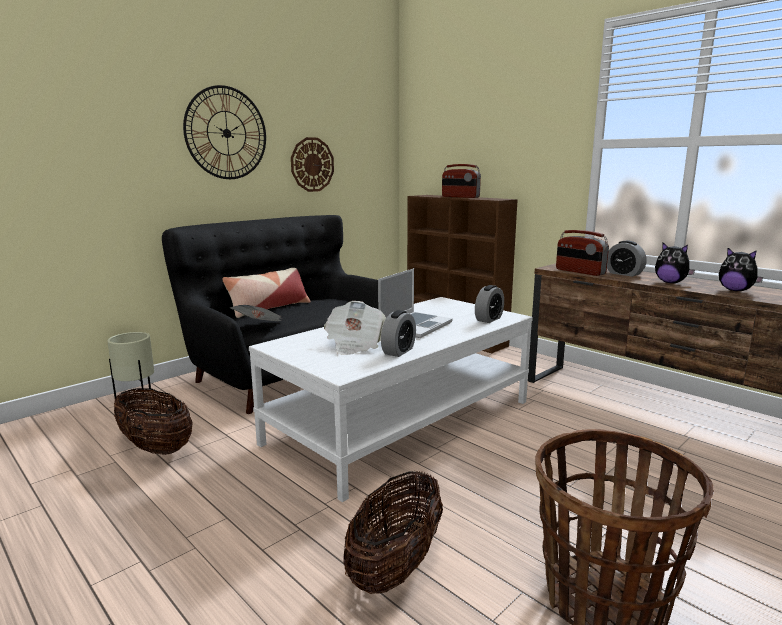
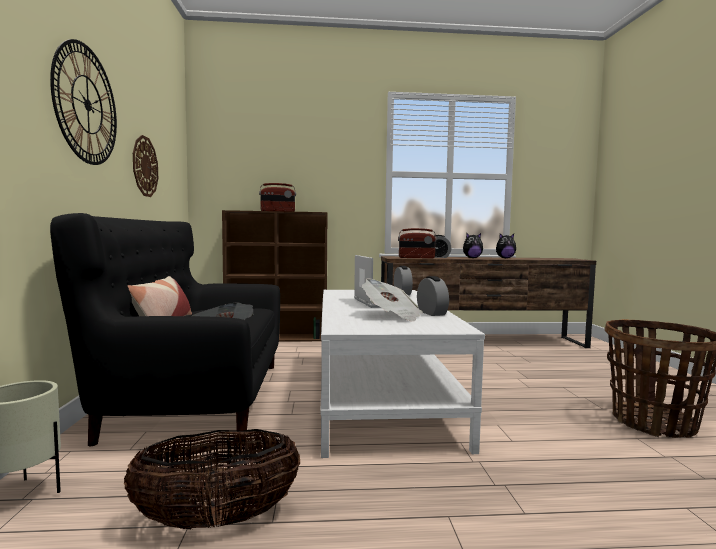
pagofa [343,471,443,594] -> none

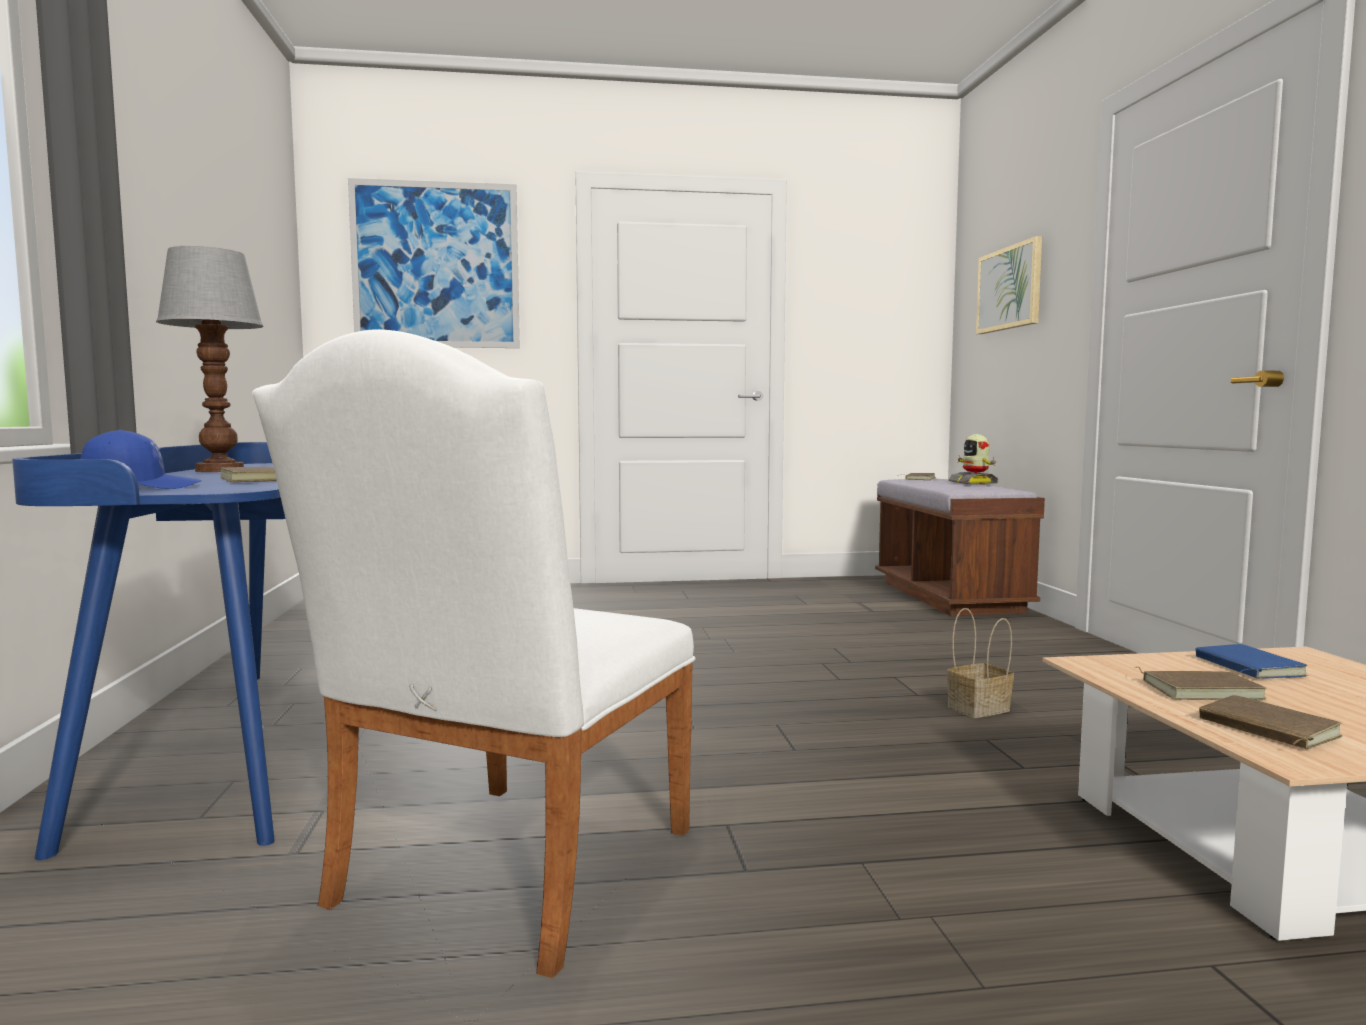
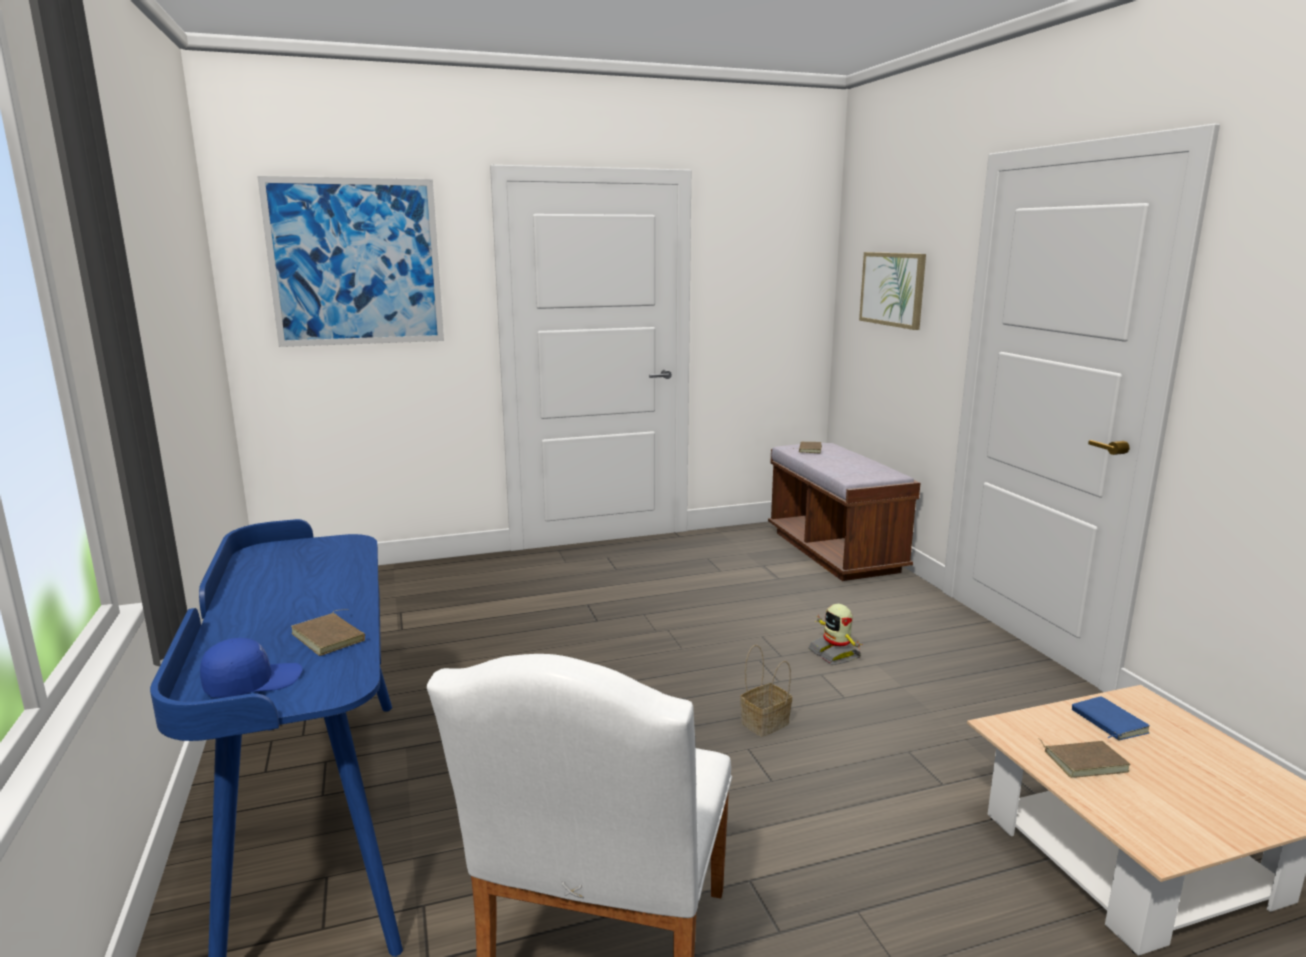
pagofa [947,608,1014,718] -> pagofa [740,645,792,737], relocated
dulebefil [949,434,998,485] -> dulebefil [808,604,863,665], relocated
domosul [156,246,264,472] -> none
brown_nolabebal [1199,695,1343,750] -> none

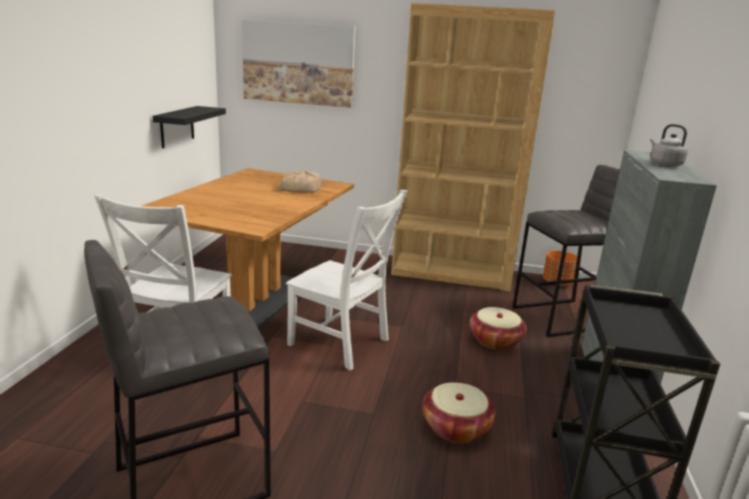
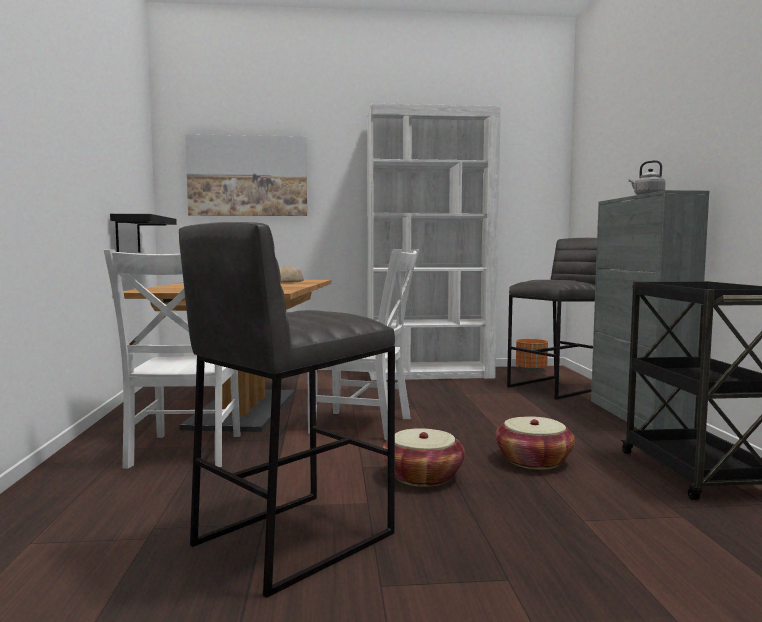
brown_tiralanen [391,3,555,292] -> white_tiralanen [367,103,501,380]
pagofa [470,307,527,350] -> pagofa [382,428,465,487], relocated

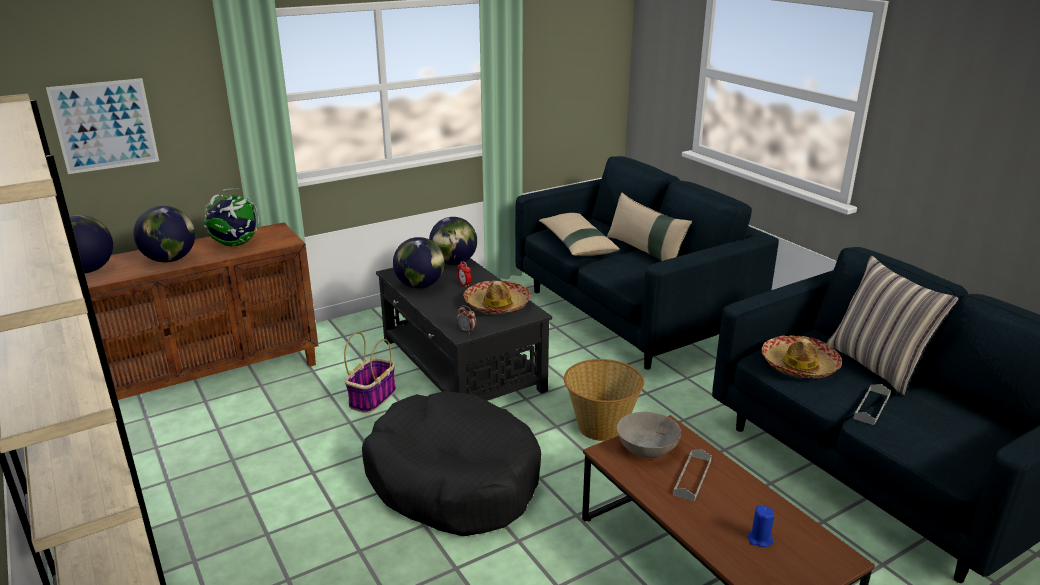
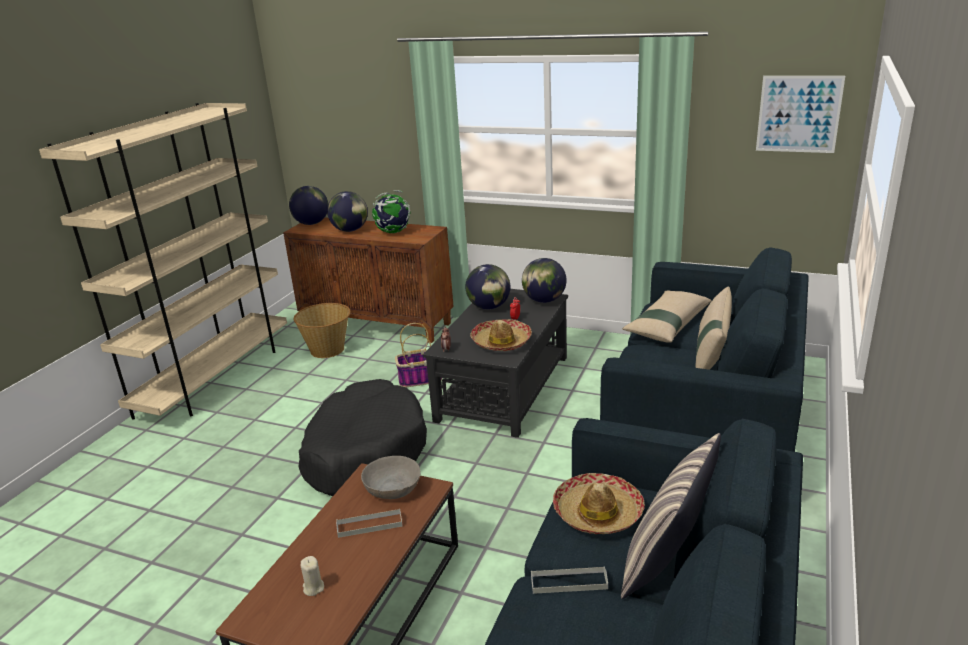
pagofa [564,359,644,441] -> pagofa [294,303,351,358], relocated
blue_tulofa [747,505,775,547] -> beige_tulofa [300,556,324,596]
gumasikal [46,78,159,174] -> gumasikal [756,76,845,153], relocated

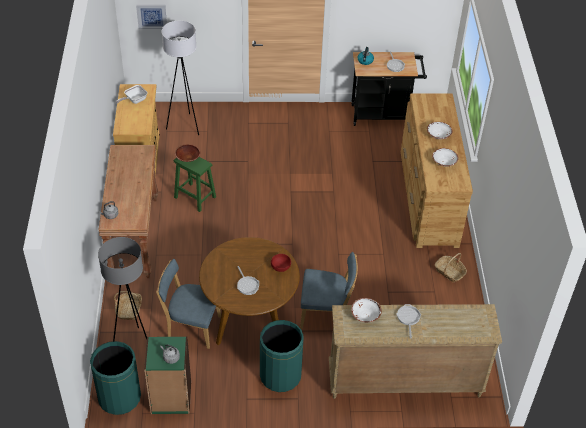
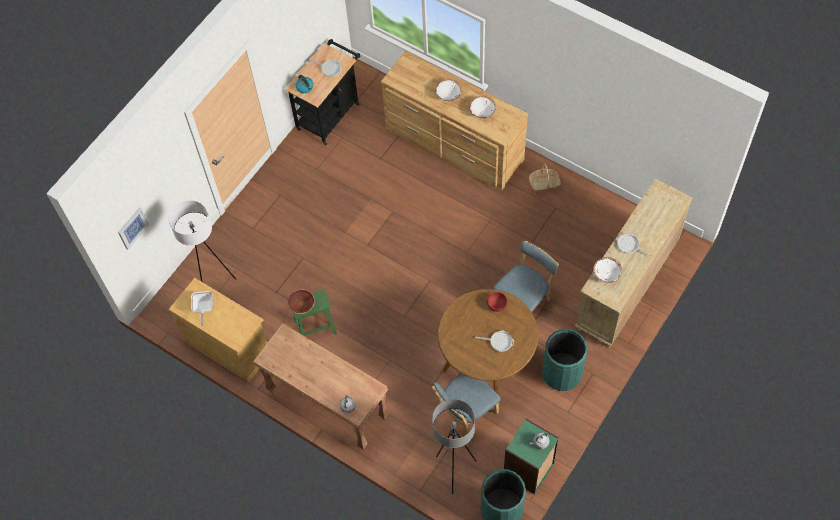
pagofa [114,291,142,320] -> none

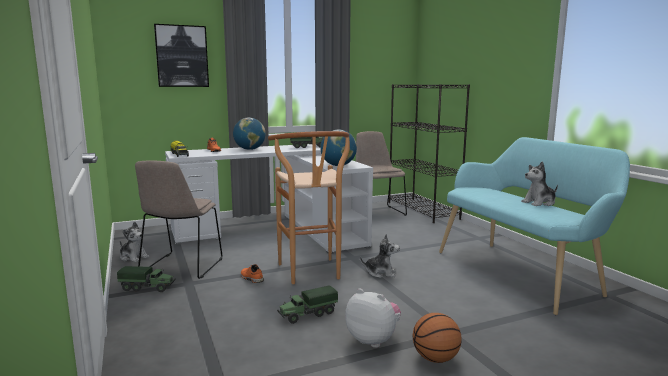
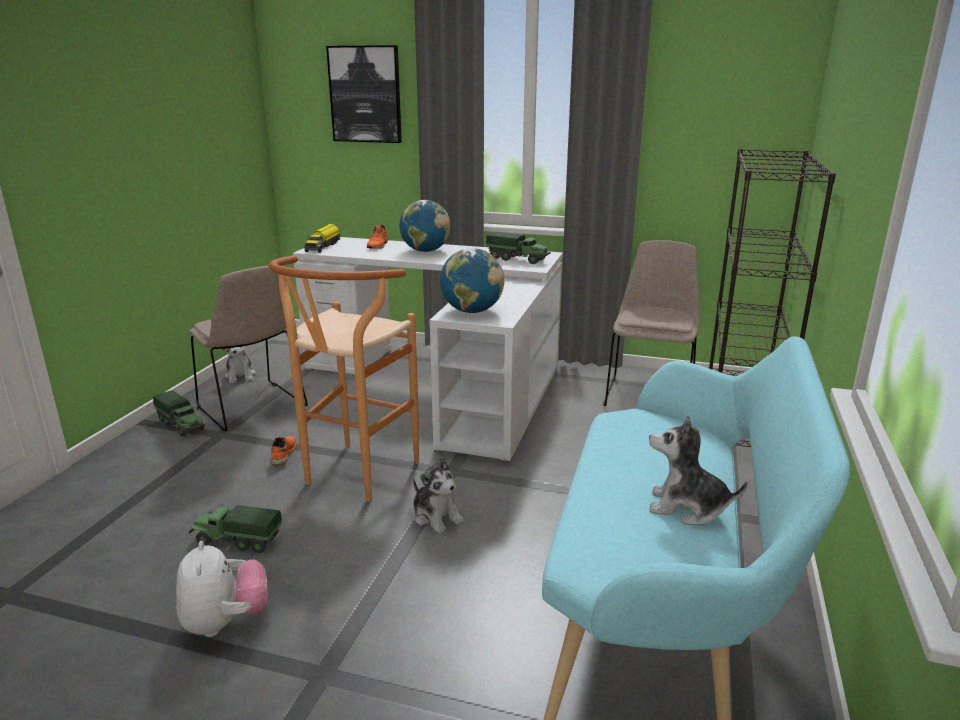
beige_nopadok [135,160,222,279] -> beige_nopadok [189,266,308,432], 90 degrees counterclockwise
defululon [413,313,462,363] -> none

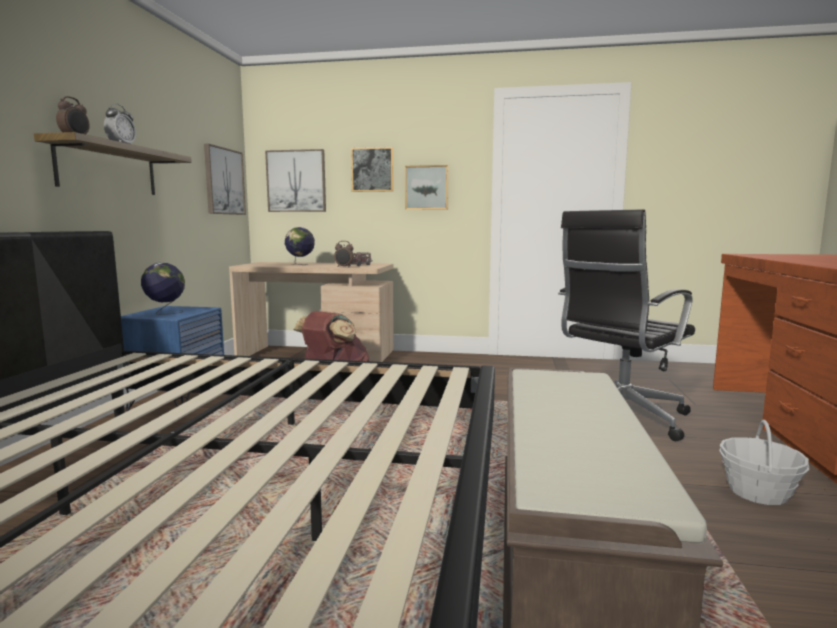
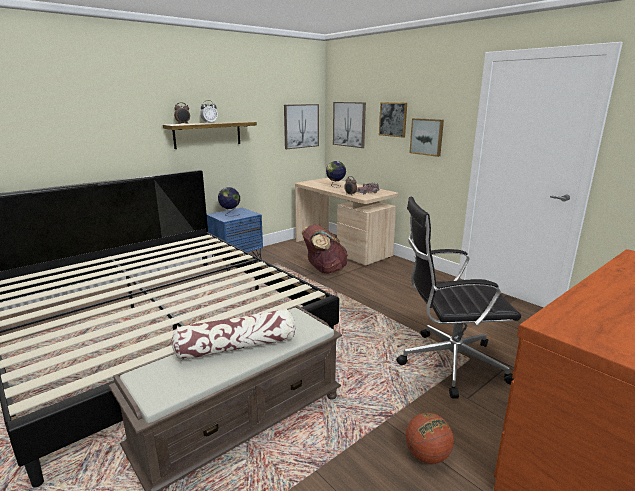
none -> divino [172,309,296,361]
pagofa [719,420,809,505] -> defululon [406,413,454,464]

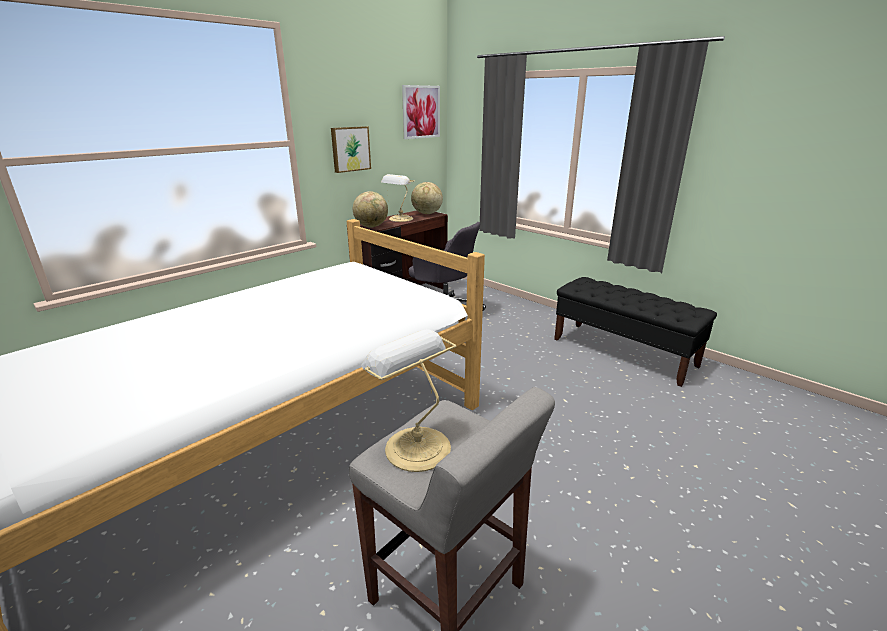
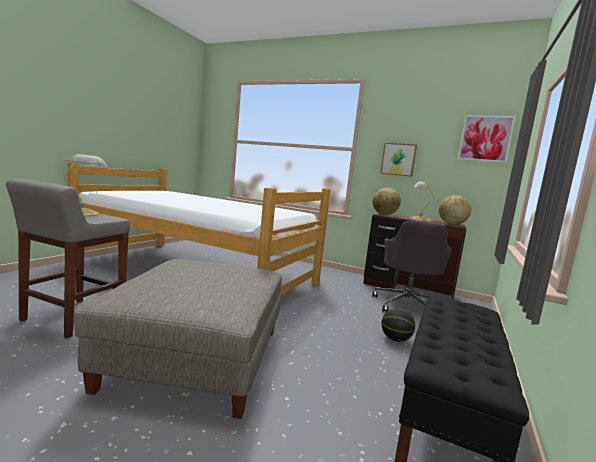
none -> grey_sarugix [74,259,282,419]
none -> defululon [381,308,415,342]

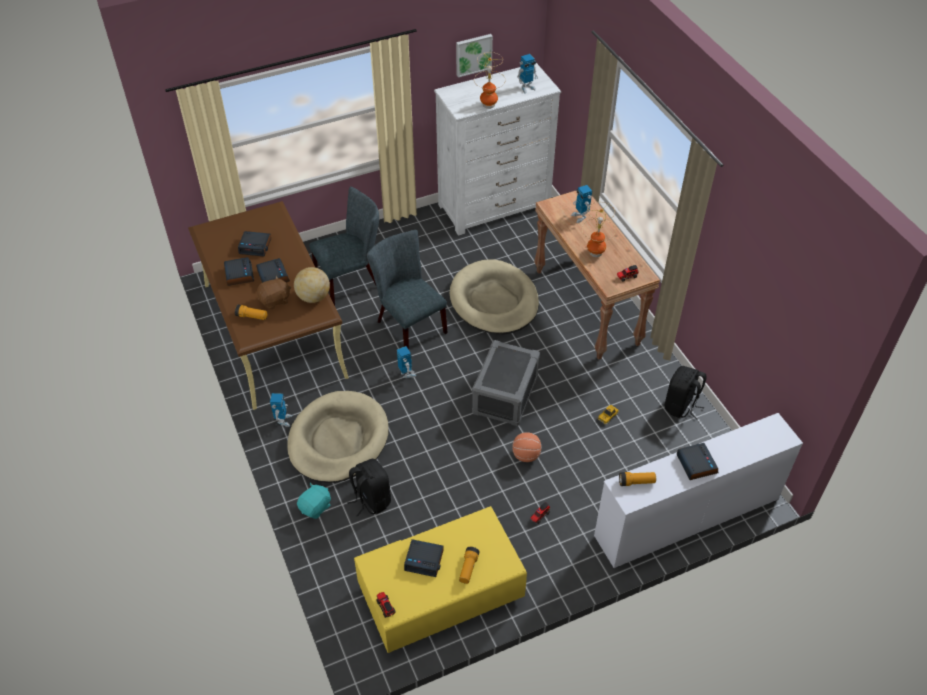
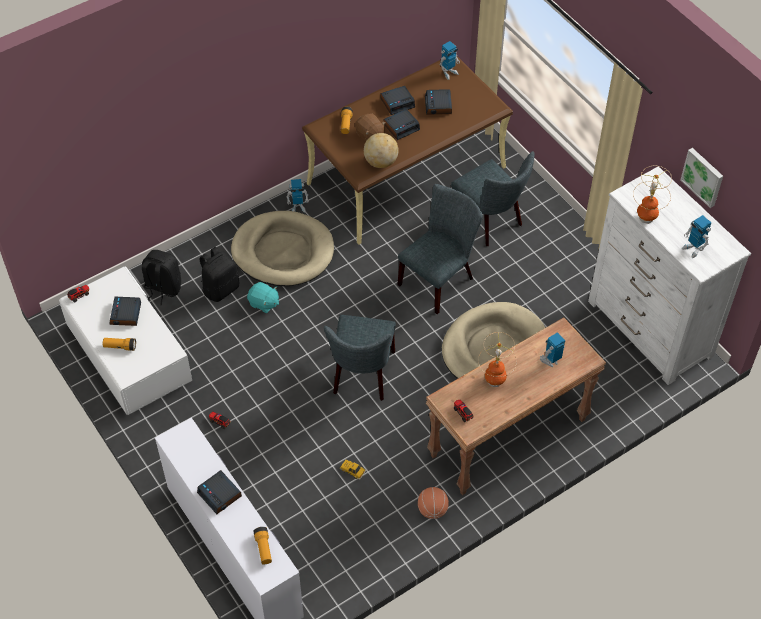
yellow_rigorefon [354,506,527,653] -> white_rigorefon [59,267,192,415]
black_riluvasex [665,366,707,420] -> black_riluvasex [142,250,181,306], relocated
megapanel [677,443,718,480] -> megapanel [197,470,242,514], 75 degrees clockwise
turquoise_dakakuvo [297,483,331,519] -> turquoise_dakakuvo [247,282,279,313], relocated
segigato [619,472,656,486] -> segigato [253,527,272,565], relocated
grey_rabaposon [472,340,540,426] -> grey_nopadok [324,315,396,401]
defululon [512,432,541,462] -> defululon [418,487,449,519], relocated
dulebefil [397,346,417,378] -> dulebefil [439,41,460,80], relocated

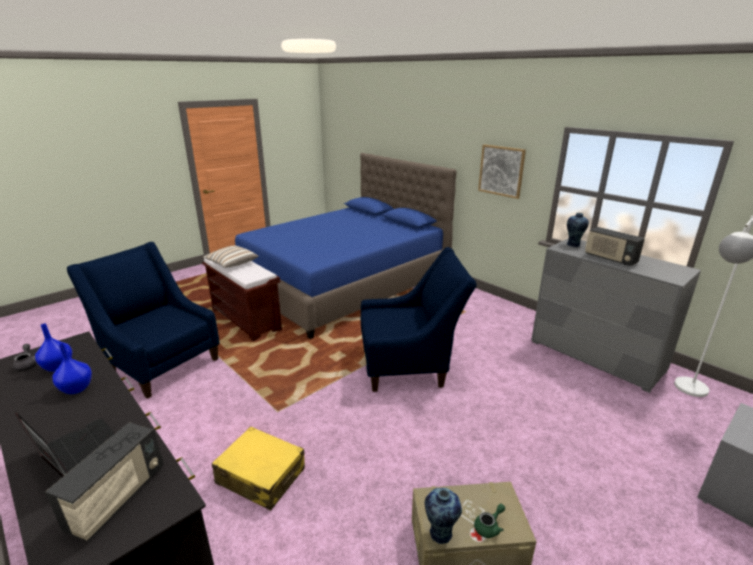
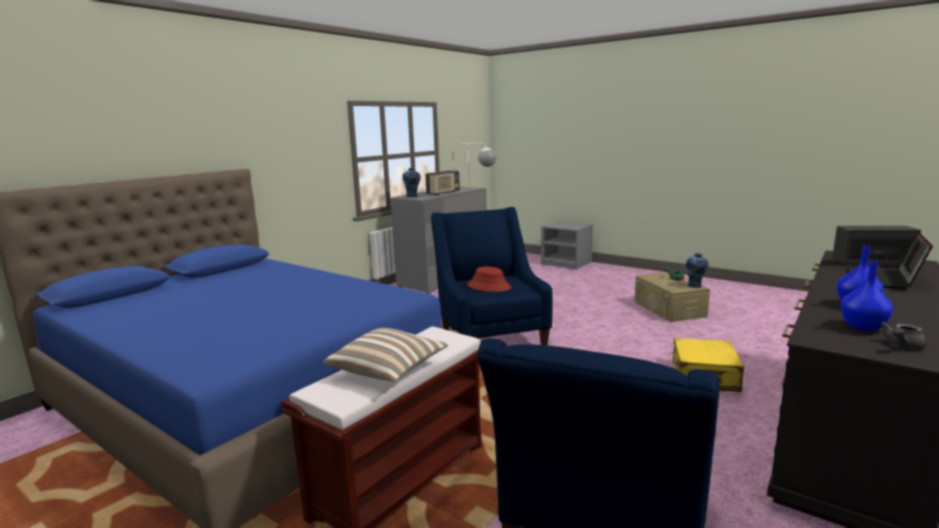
none -> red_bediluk [467,267,511,292]
gumasikal [478,144,526,199] -> none

